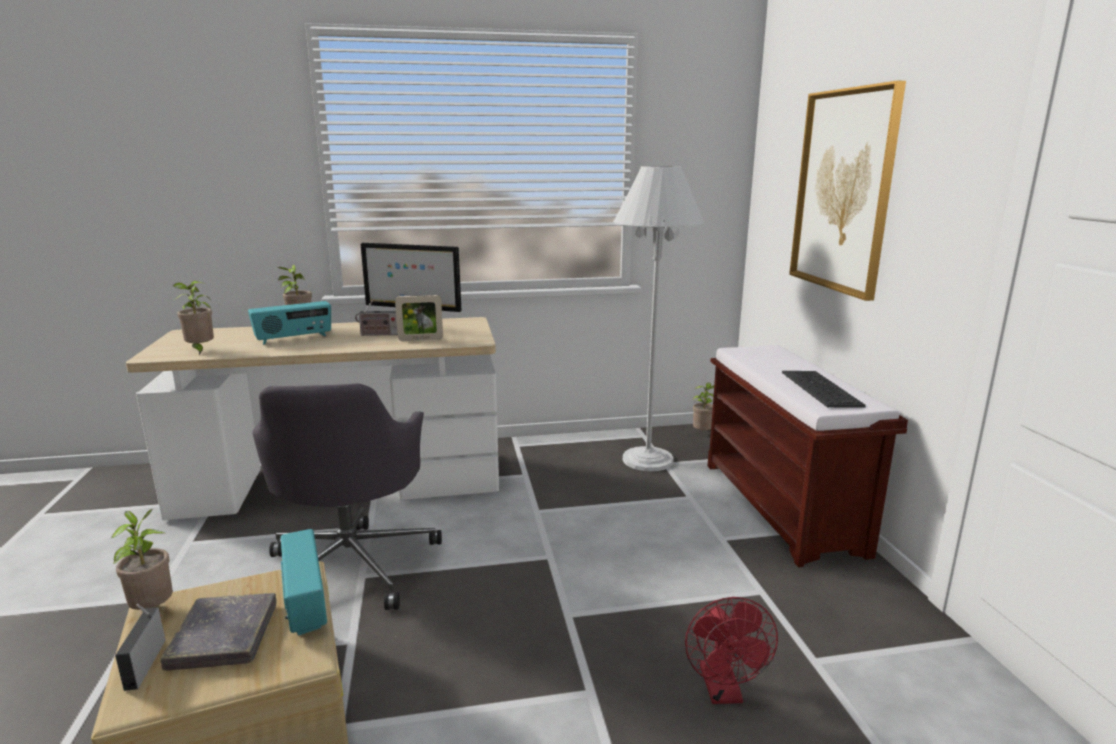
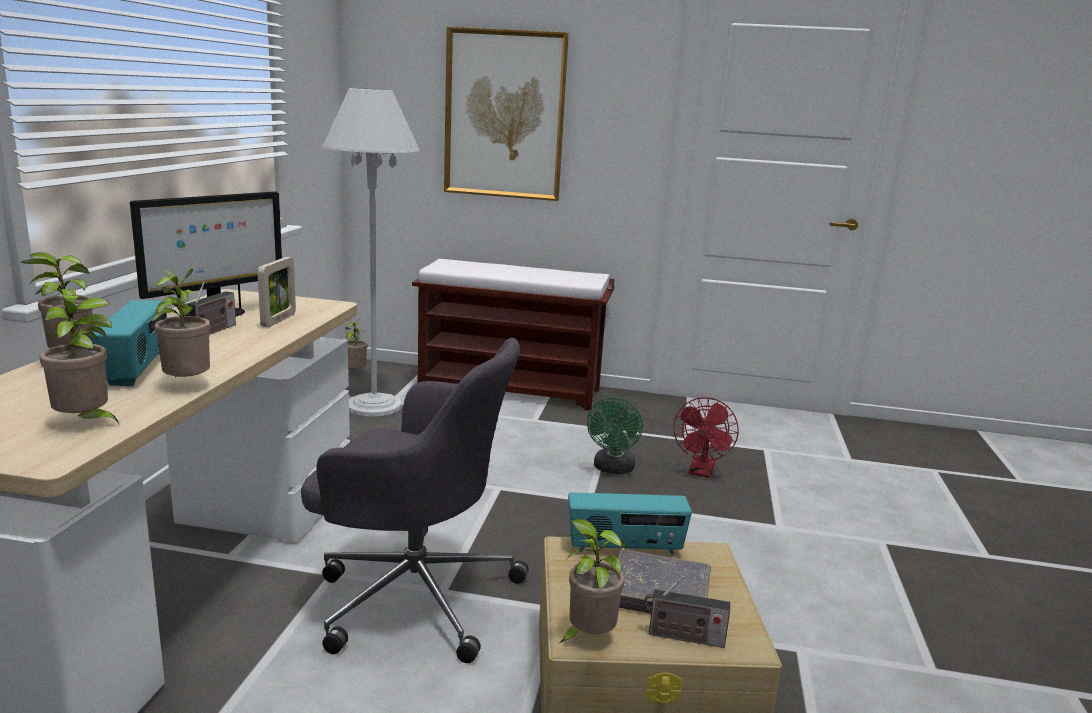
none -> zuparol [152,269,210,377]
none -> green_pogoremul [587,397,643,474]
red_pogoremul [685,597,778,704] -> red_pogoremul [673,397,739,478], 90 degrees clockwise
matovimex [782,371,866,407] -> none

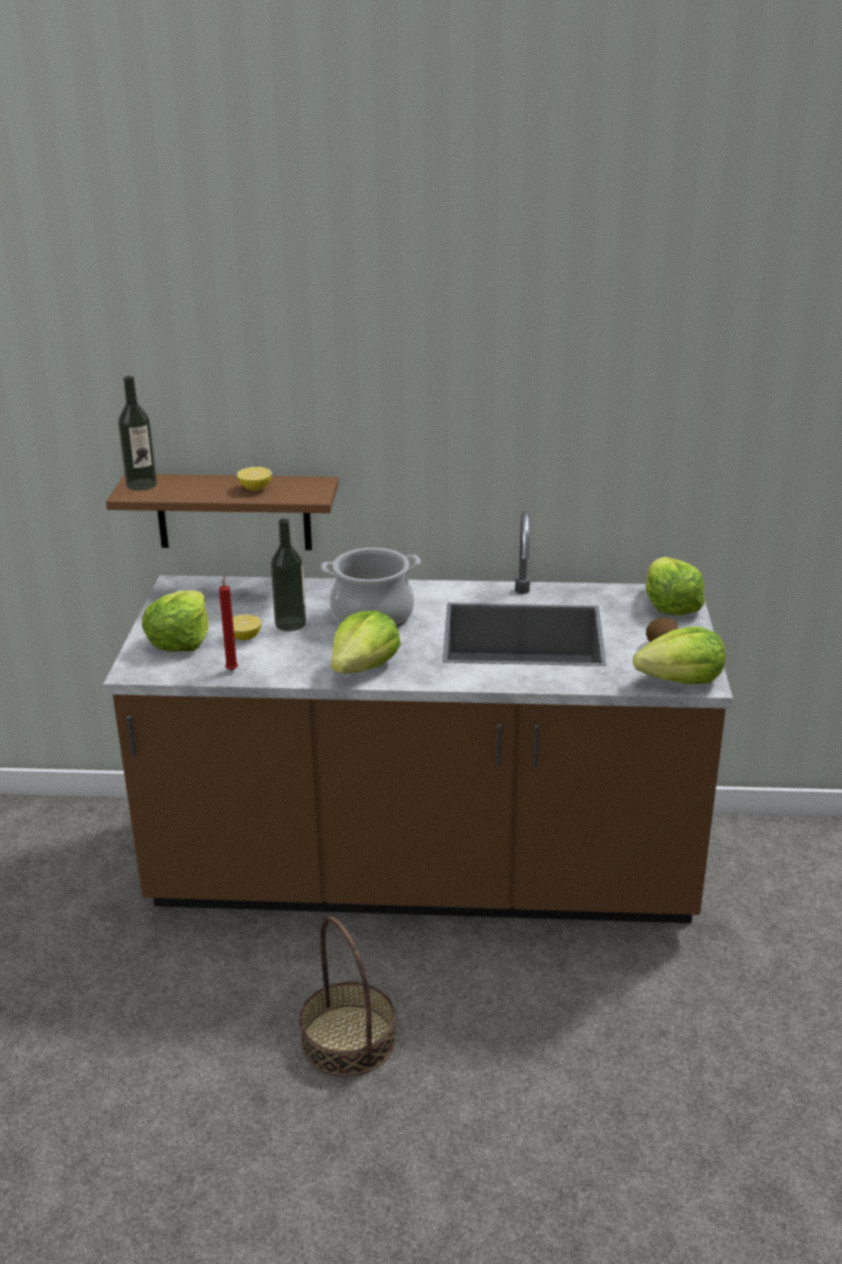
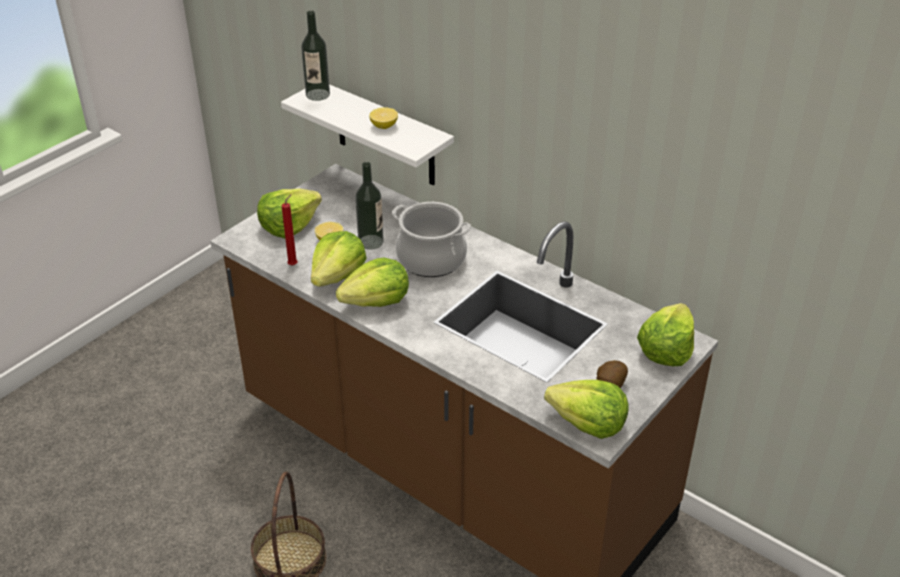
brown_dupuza [106,474,339,550] -> white_dupuza [281,84,454,186]
none -> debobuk [311,231,367,287]

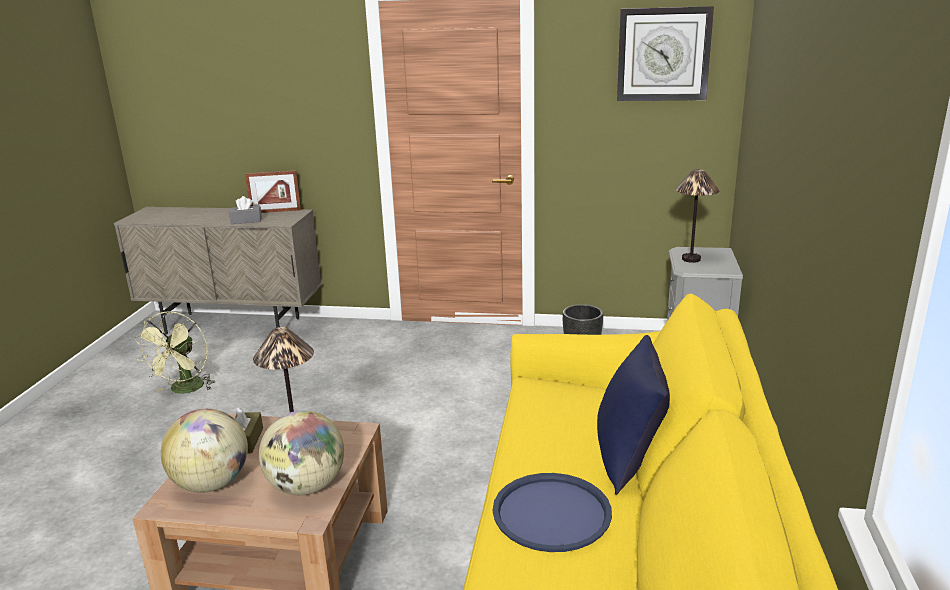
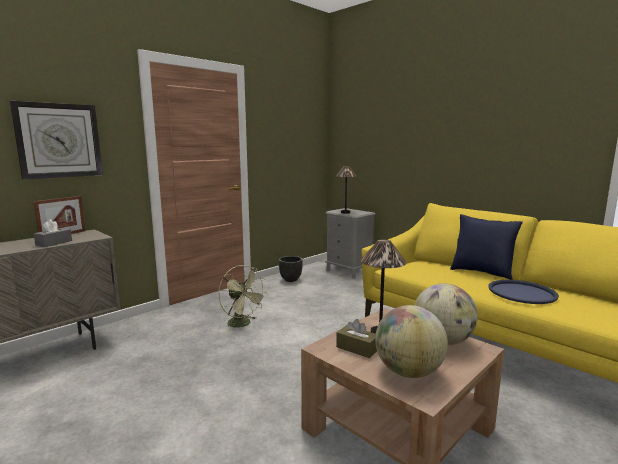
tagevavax [617,6,714,101] -> tagevavax [10,101,103,179], relocated
green_pogoremul [134,311,215,394] -> green_pogoremul [219,265,267,332], relocated

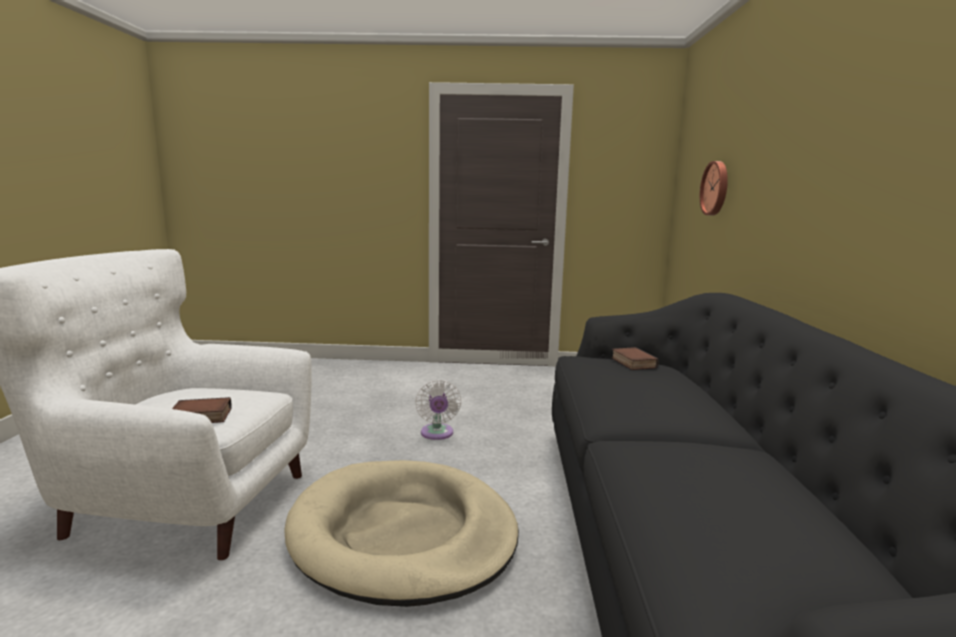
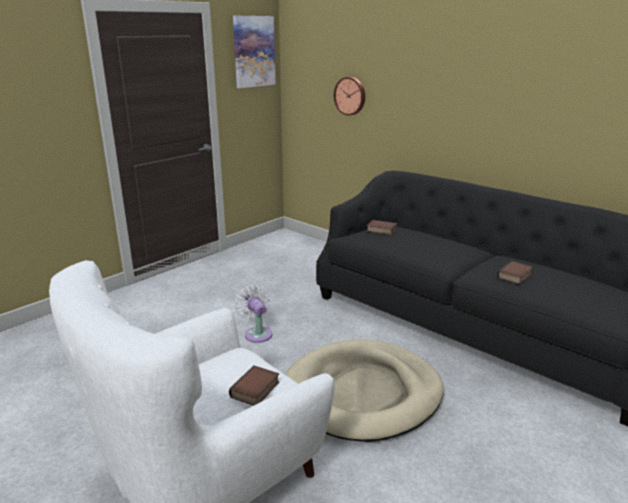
none -> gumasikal [233,16,275,88]
white_pogoremul [415,380,461,440] -> white_pogoremul [235,284,272,343], 150 degrees counterclockwise
none -> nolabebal [497,261,533,284]

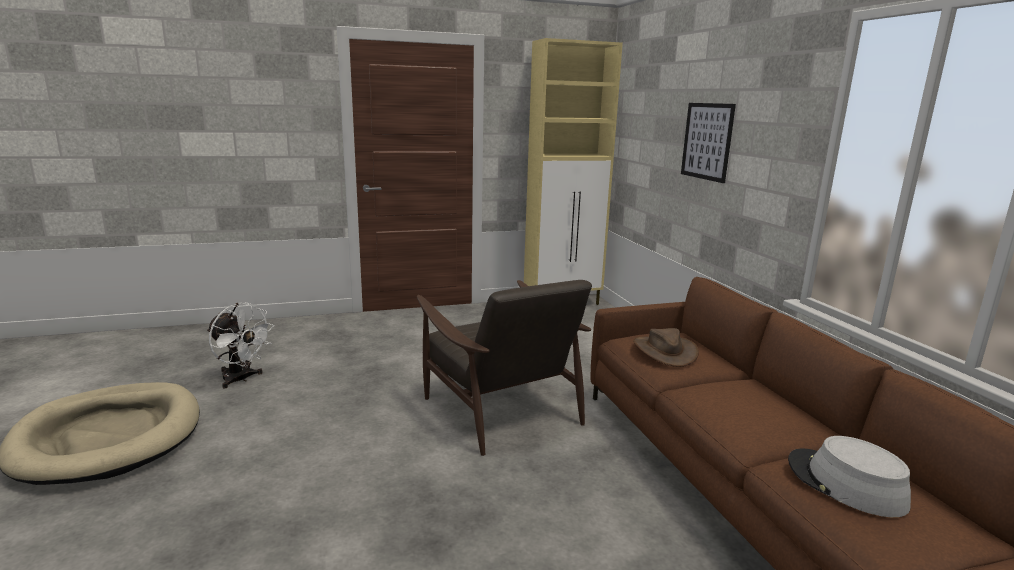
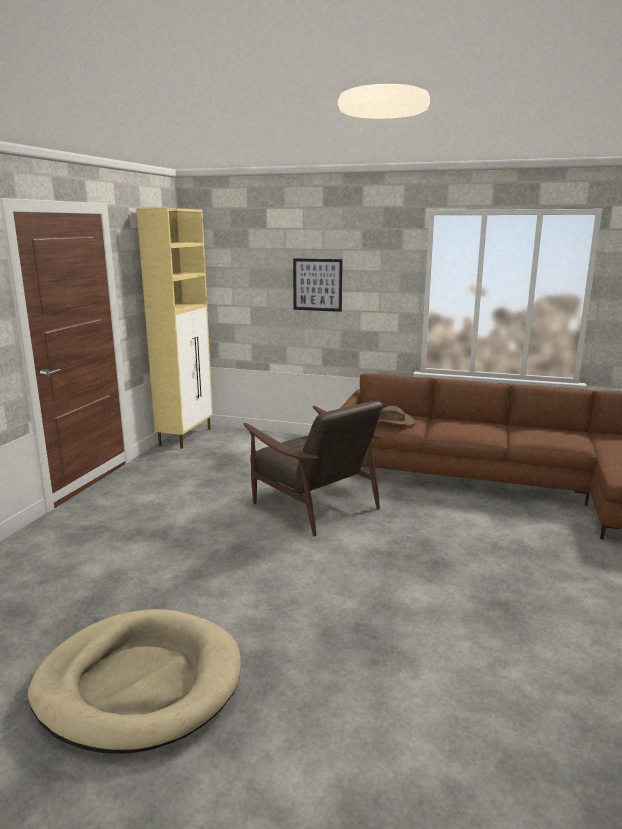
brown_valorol [417,280,592,456] -> brown_valorol [243,401,382,536], 45 degrees clockwise
white_pogoremul [207,303,274,389] -> none
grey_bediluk [788,436,911,517] -> none

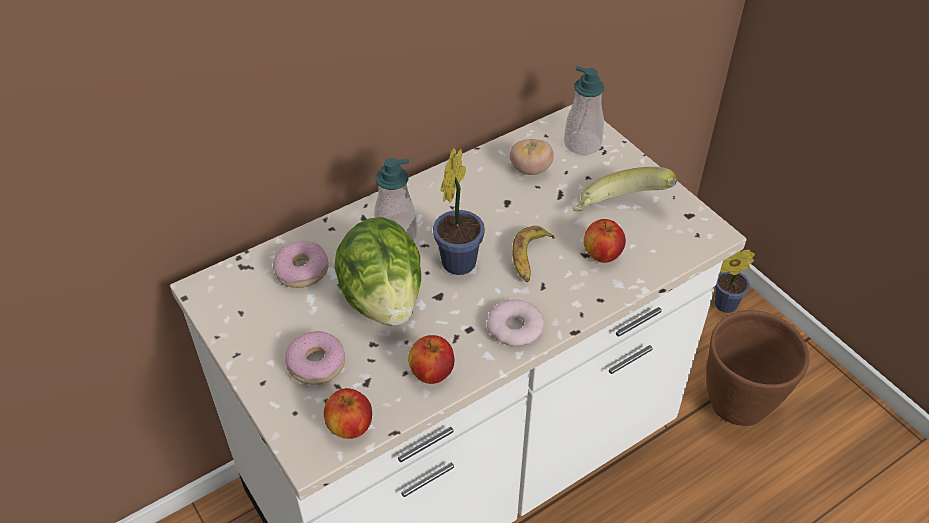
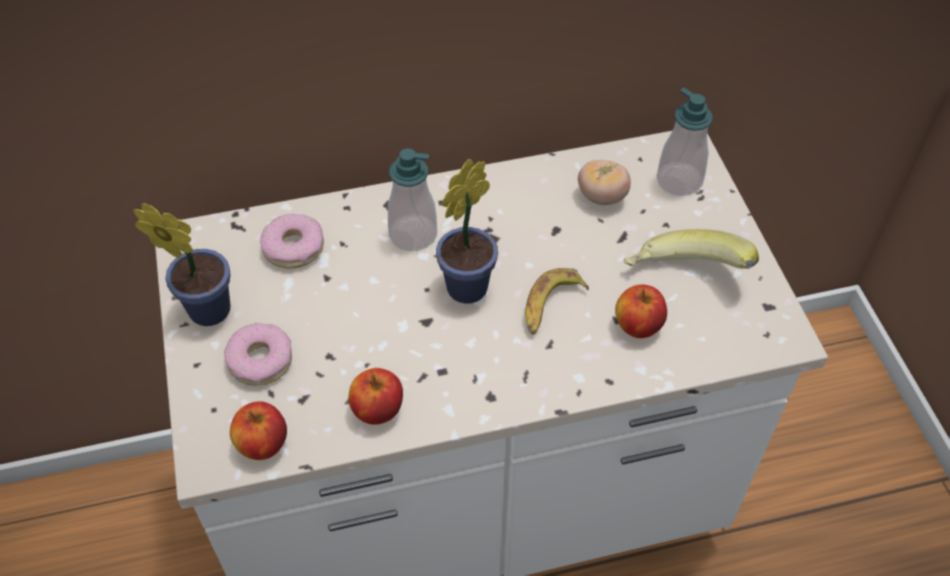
zuparol [715,250,755,313] -> zuparol [133,203,231,326], relocated
debobuk [335,217,421,326] -> none
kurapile [486,299,544,346] -> none
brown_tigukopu [707,310,809,426] -> none

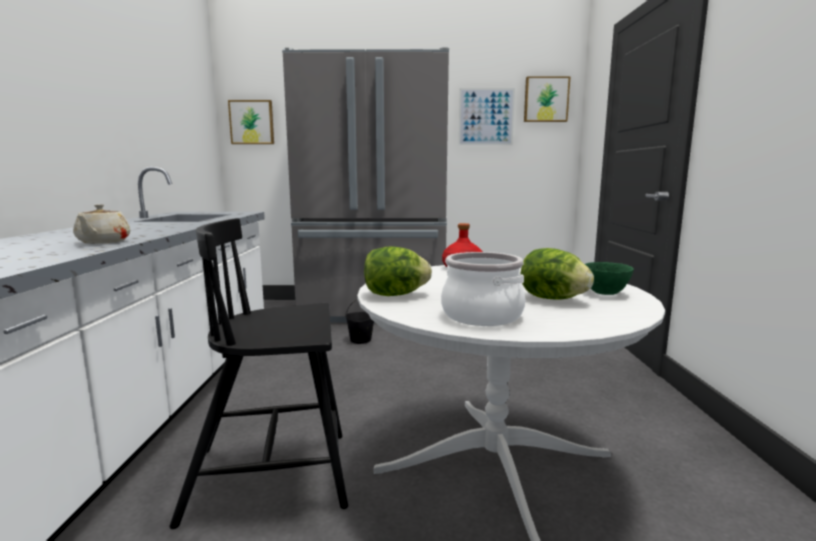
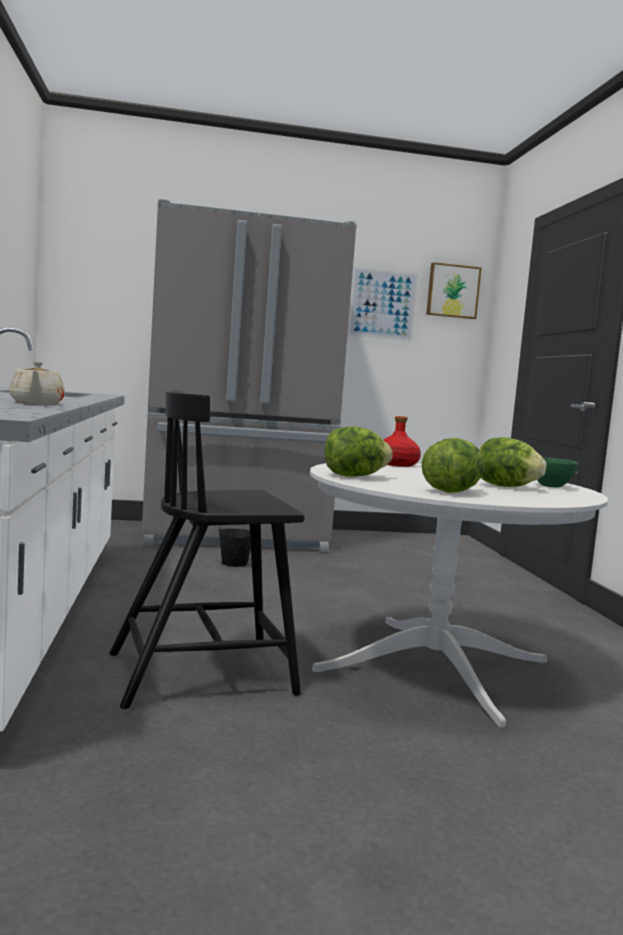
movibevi [441,252,525,326] -> debobuk [422,438,484,493]
gumasikal [228,100,274,144] -> none

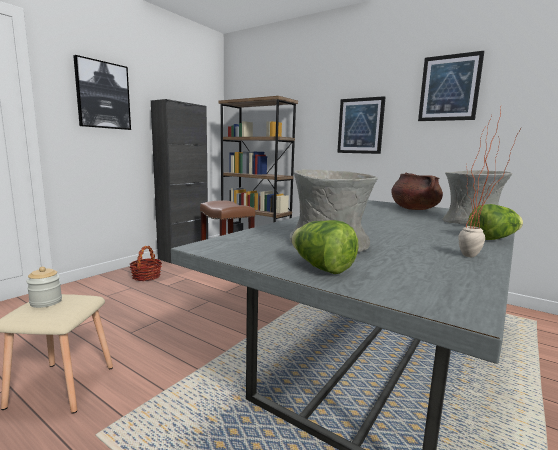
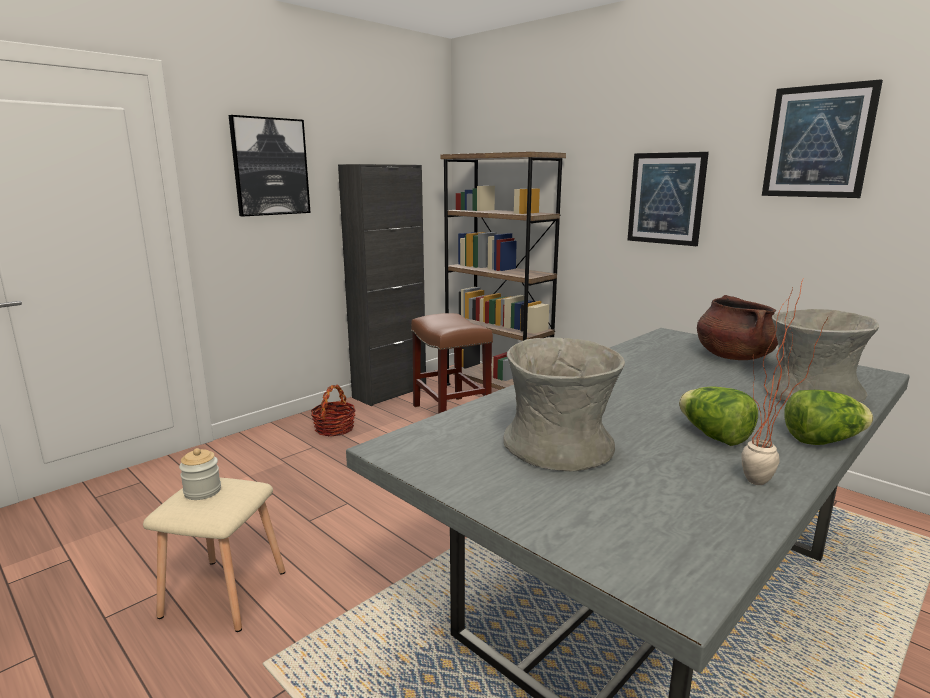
debobuk [292,220,359,274] -> debobuk [679,387,758,446], relocated

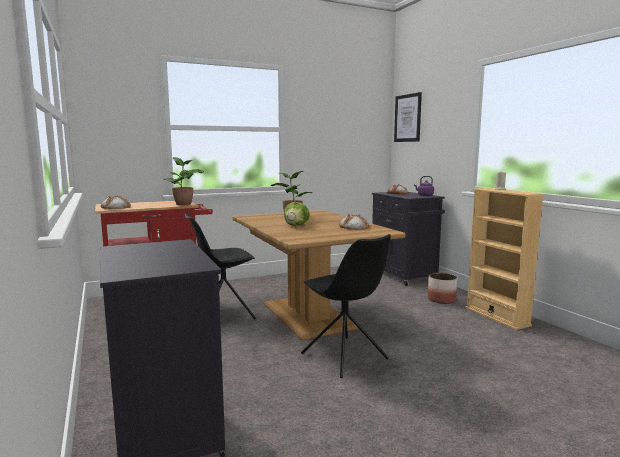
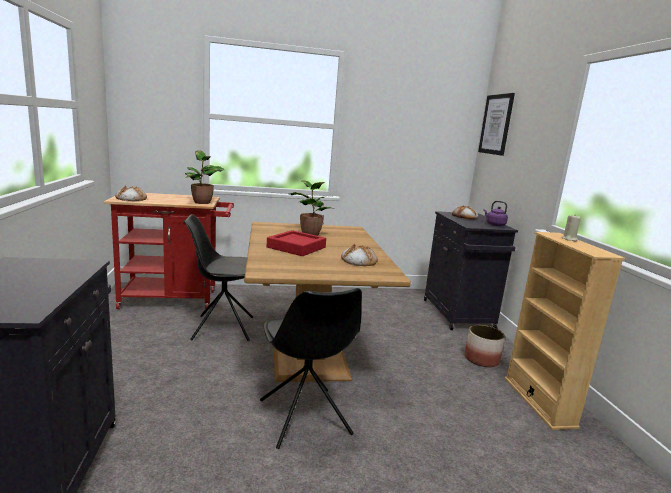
debobuk [284,202,310,226] -> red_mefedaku [267,230,326,256]

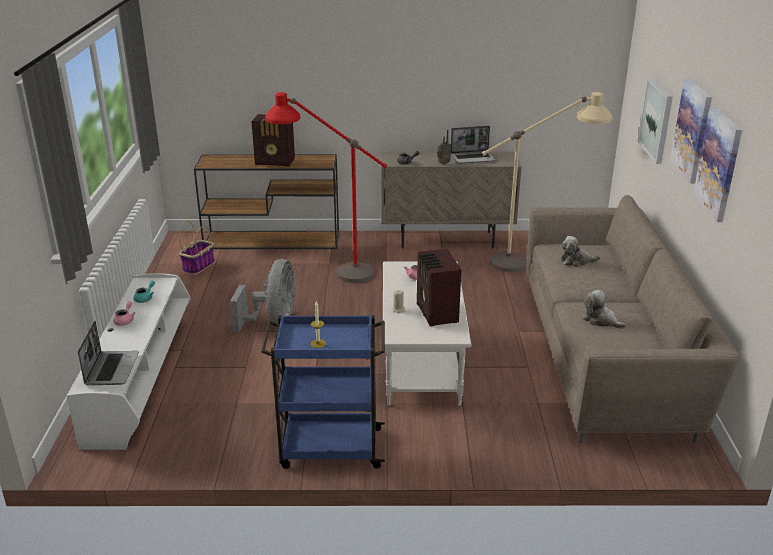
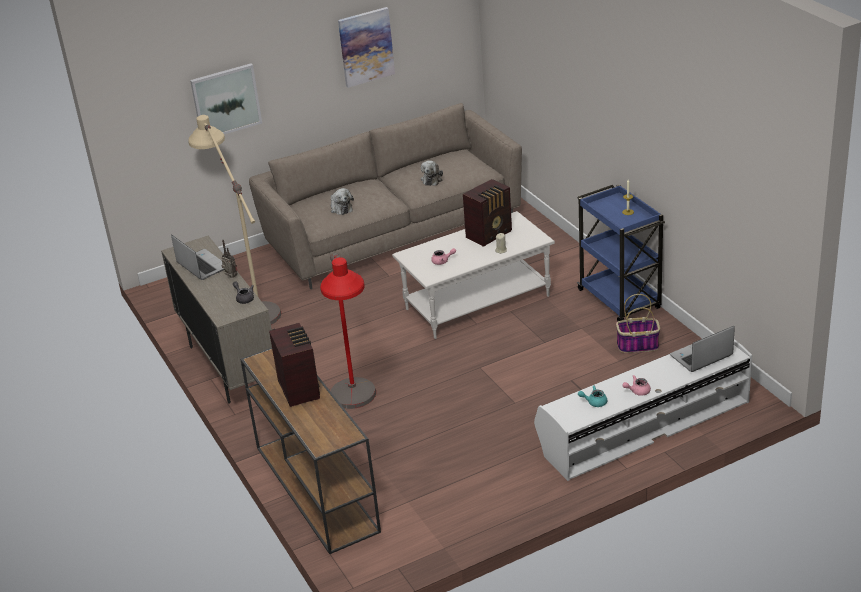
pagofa [179,222,215,275] -> pagofa [616,294,660,353], relocated
grey_pogoremul [230,259,296,332] -> none
gumasikal [670,79,712,184] -> none

